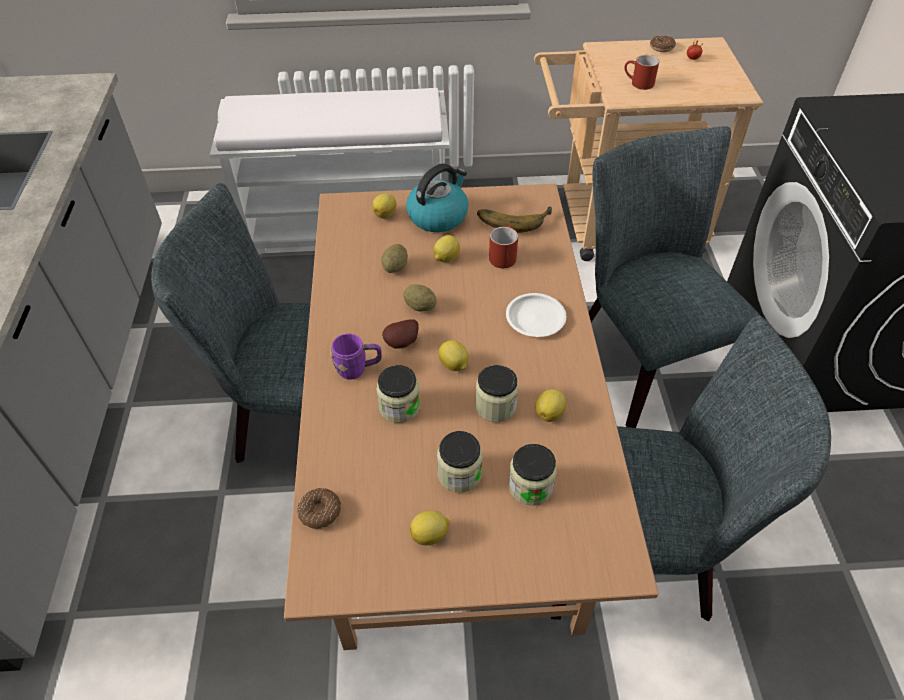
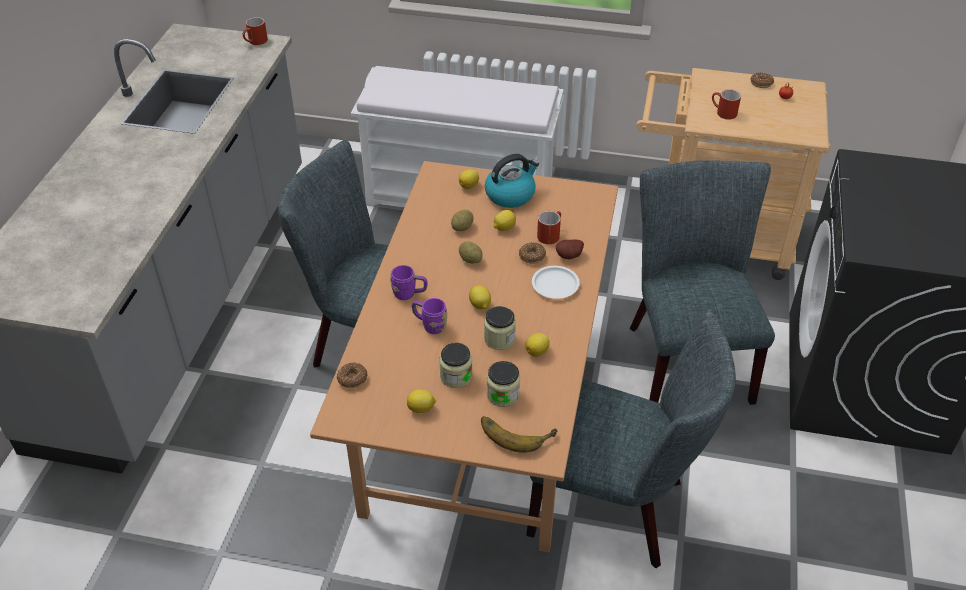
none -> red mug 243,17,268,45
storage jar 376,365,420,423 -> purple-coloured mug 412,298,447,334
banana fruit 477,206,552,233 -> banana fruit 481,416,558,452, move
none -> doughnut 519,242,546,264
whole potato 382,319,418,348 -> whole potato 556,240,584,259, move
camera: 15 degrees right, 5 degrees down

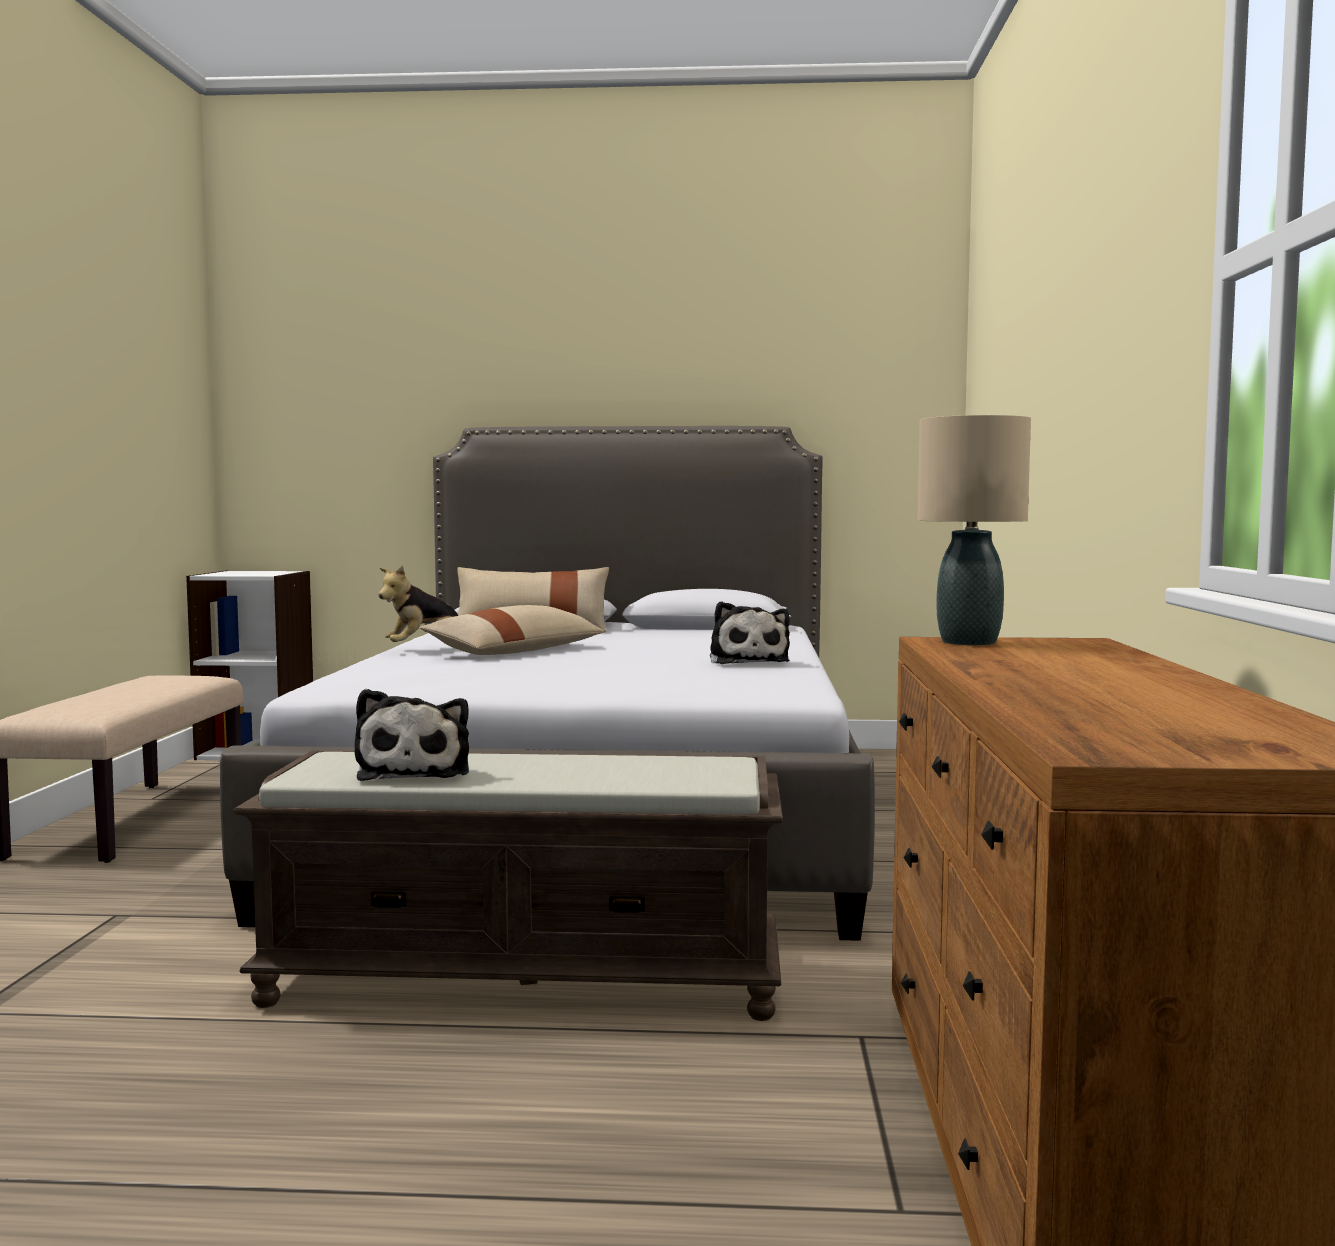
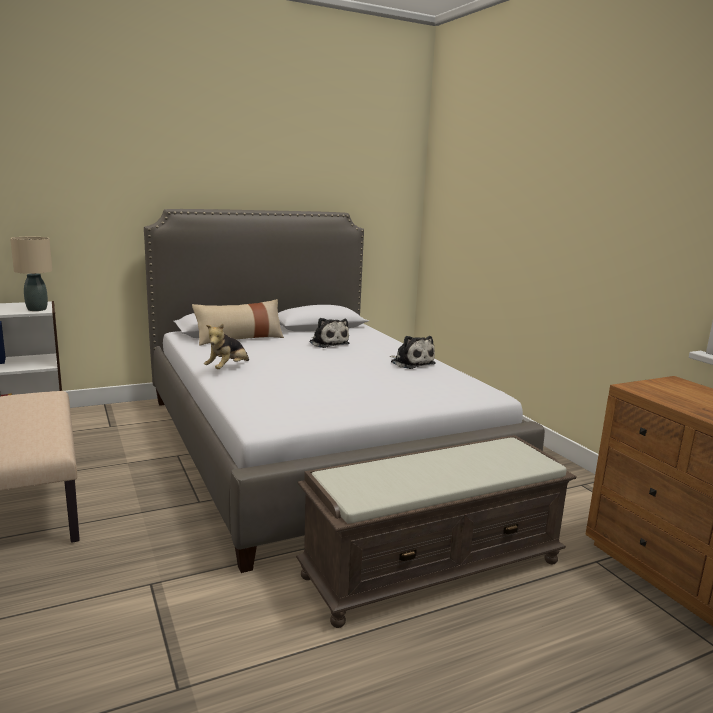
beige-coloured tabletop lamp 918,415,1031,646 -> beige-coloured tabletop lamp 10,237,52,311, move
cuddly toy 355,689,469,781 -> cuddly toy 309,318,349,348, move
beige-coloured throw pillow 420,605,605,655 -> none
camera: 30 degrees left, 10 degrees up

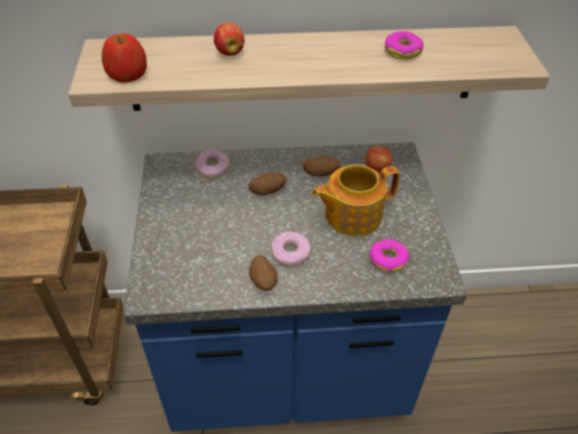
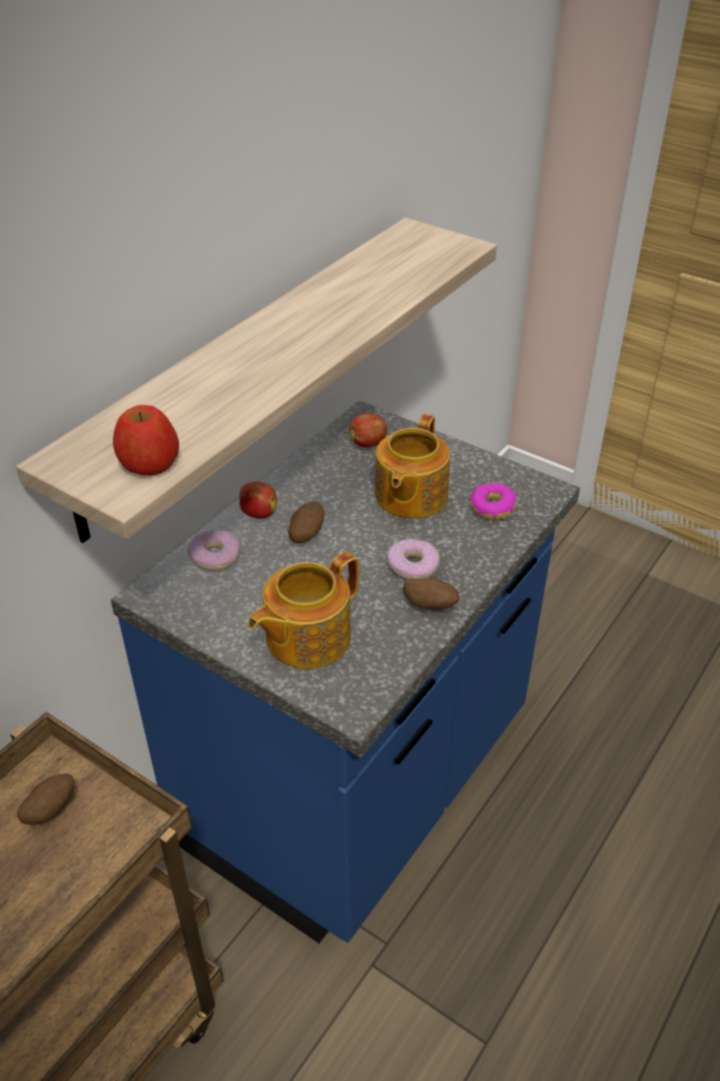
whole potato 303,156,341,177 -> whole potato 17,774,75,825, move
apple fruit 214,23,245,56 -> apple fruit 239,481,277,519, move
none -> pot for tea 248,551,359,669
doughnut 385,31,424,60 -> none
camera: 50 degrees left, 5 degrees down

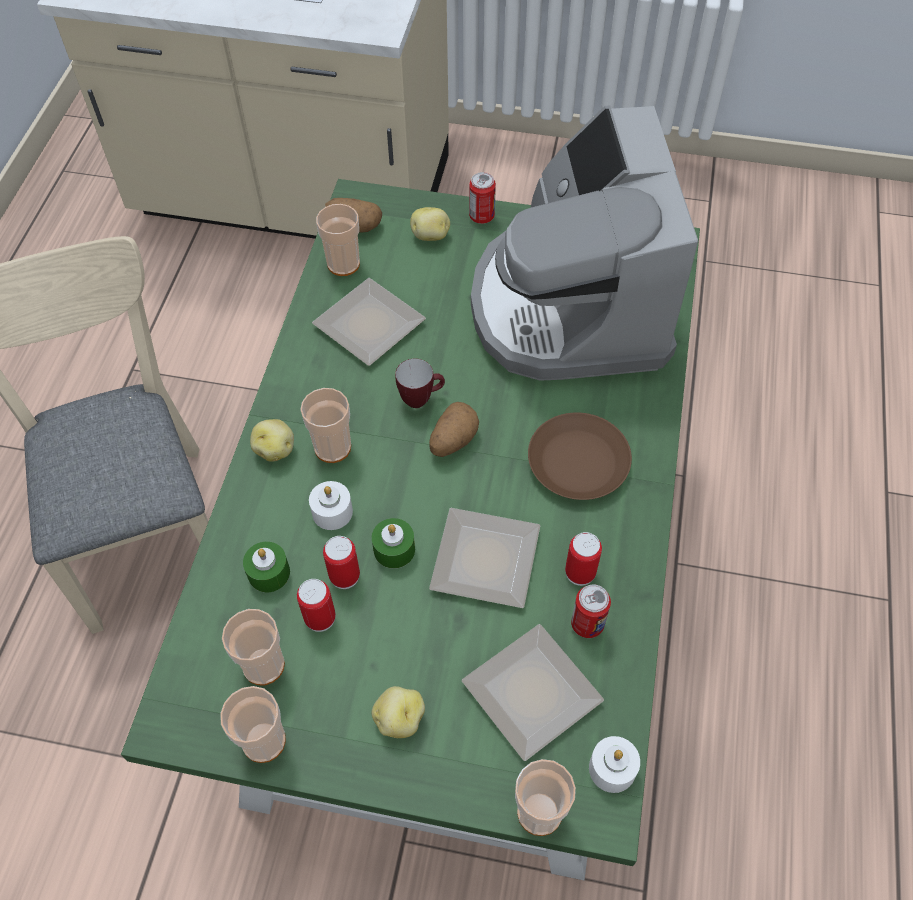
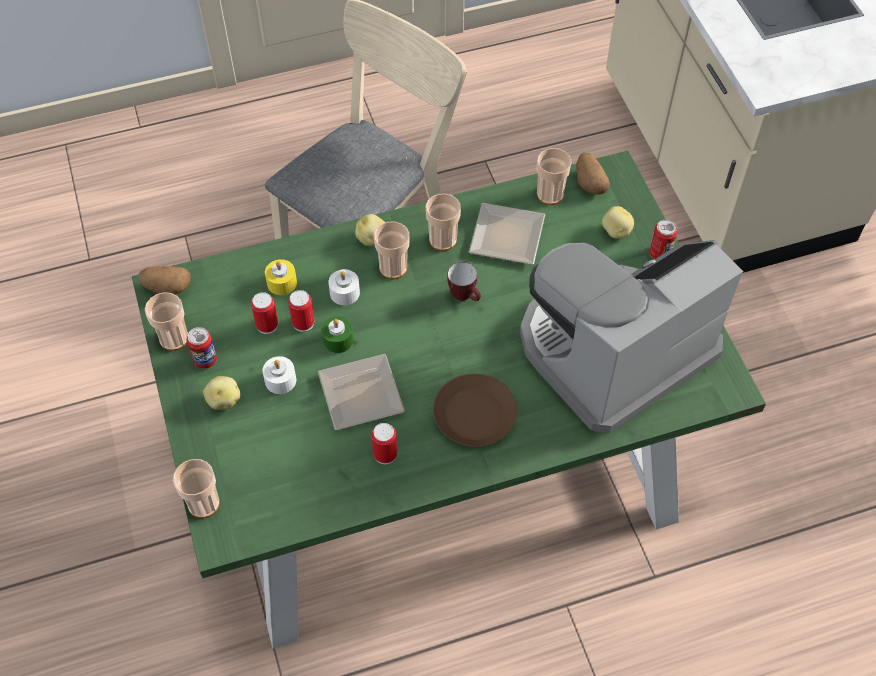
whole potato 429,402,479,457 -> whole potato 139,266,191,294, move
can 571,585,611,638 -> can 187,327,217,369, move
whitish candle 589,736,640,793 -> whitish candle 263,356,296,394, move
green-coloured candle 243,542,290,592 -> yellow candle 265,259,297,295
cup 222,609,285,685 -> cup 426,194,461,251, move
dinner plate 462,624,604,761 -> none
camera: 60 degrees right, 0 degrees up

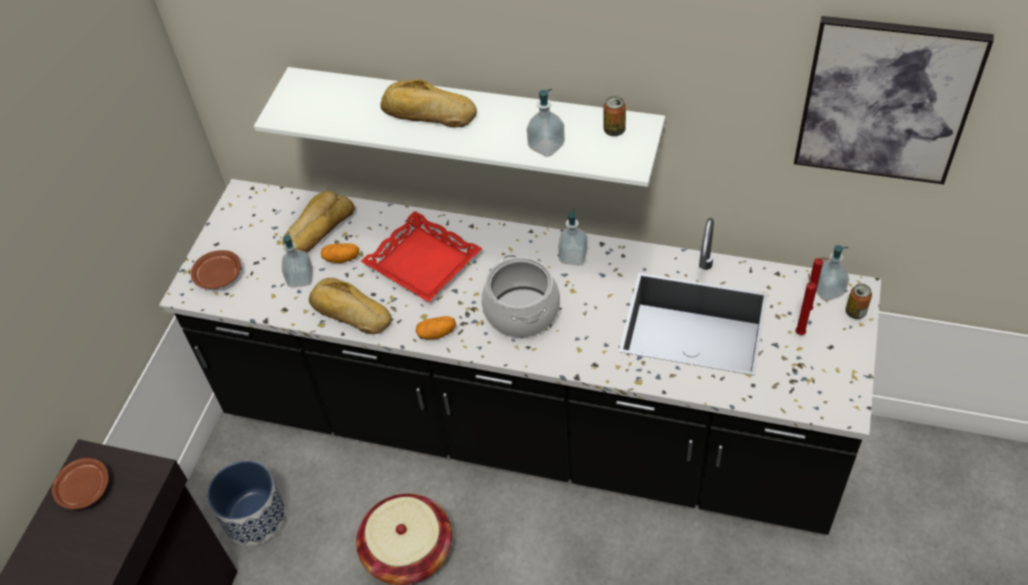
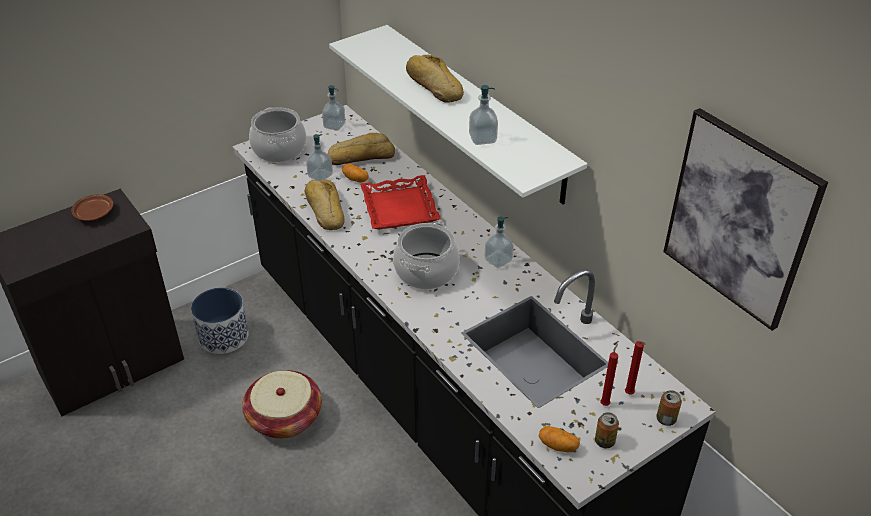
brown-coloured dinner plate 191,250,241,289 -> saucepot 249,107,306,162
soap dispenser 816,245,849,301 -> soap dispenser 322,85,345,130, move
whole potato 416,316,456,340 -> whole potato 539,426,580,452, move
can 603,96,626,136 -> can 595,412,619,448, move
camera: 35 degrees right, 10 degrees down

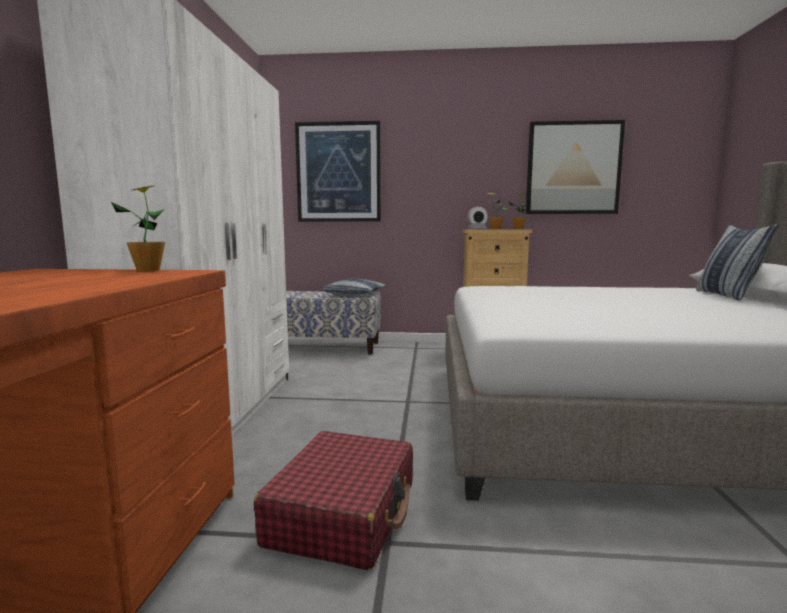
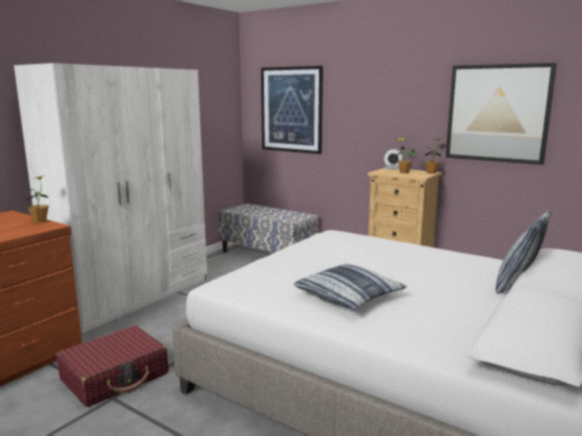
throw pillow 322,279,386,296 -> throw pillow 294,264,407,310, move
camera: 30 degrees right, 5 degrees up

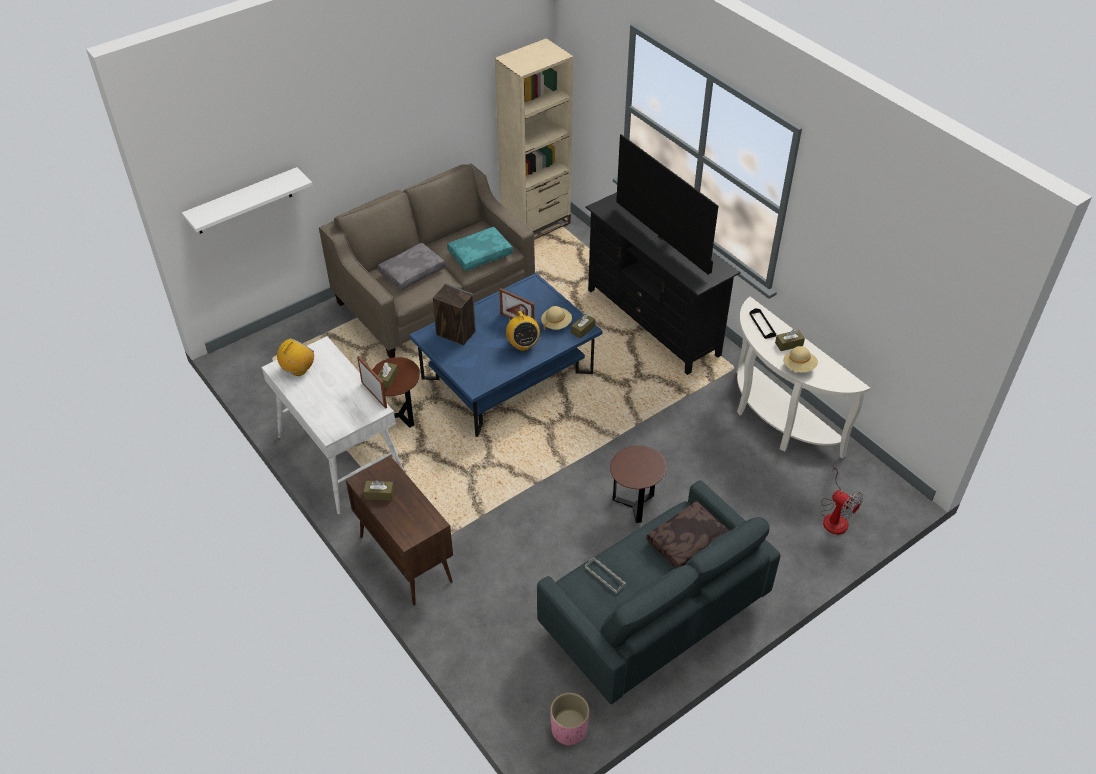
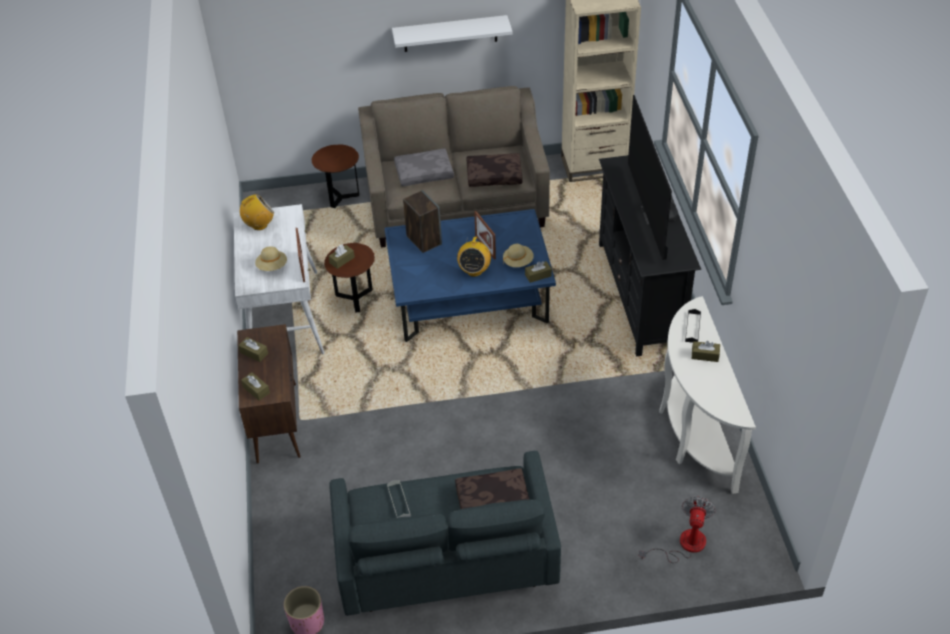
none -> brown-coloured tissue holder 241,372,270,401
beige-coloured wearable hat 783,346,818,372 -> beige-coloured wearable hat 255,246,287,271, move
brown-coloured end table 610,446,667,523 -> brown-coloured end table 312,145,359,208, move
whitish shelf 182,167,313,234 -> whitish shelf 392,15,512,52, move
turquoise throw pillow 447,227,513,271 -> brown-coloured throw pillow 467,153,523,187
cooling fan 820,463,863,534 -> cooling fan 639,497,716,563, 150 degrees counterclockwise
camera: 30 degrees right, 0 degrees up

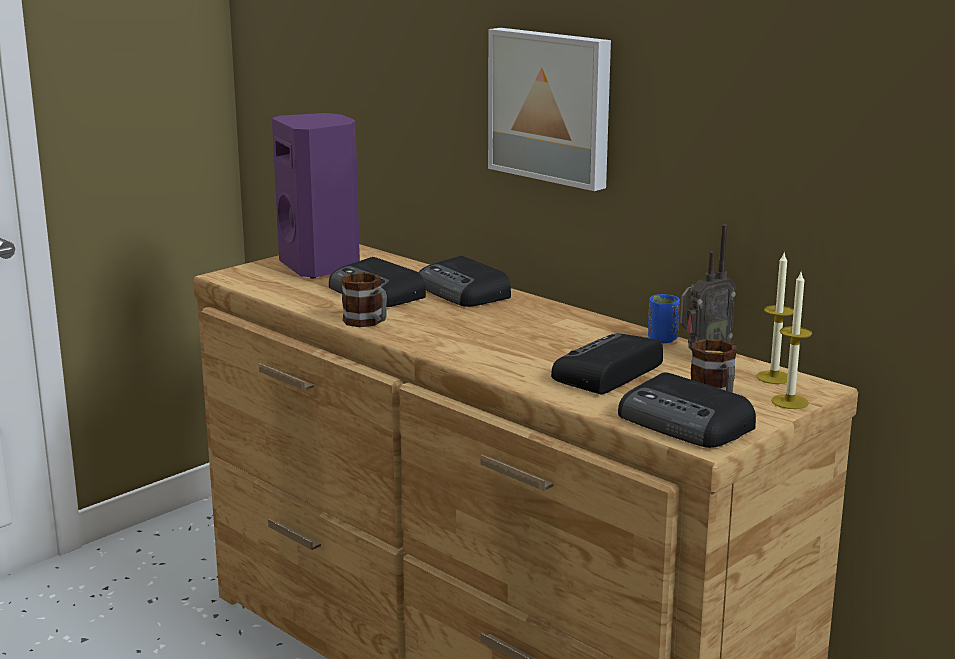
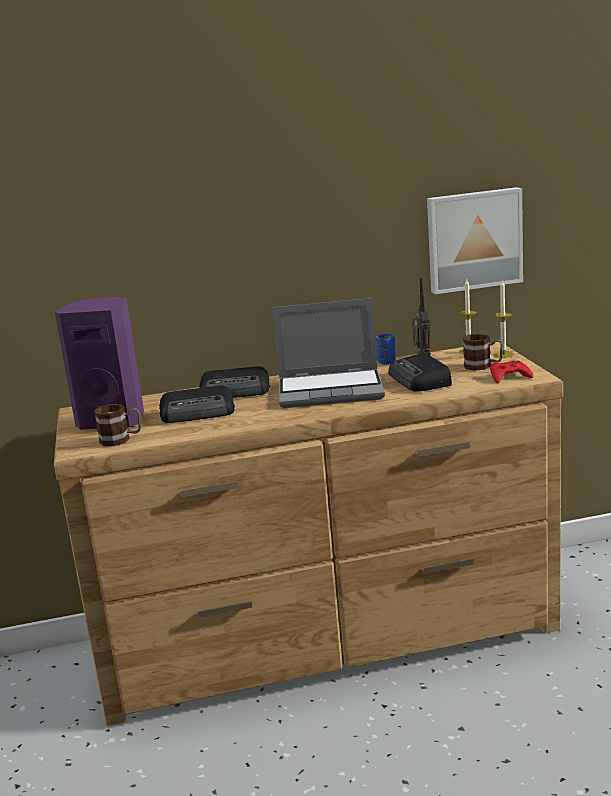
mug 341,272,387,327 -> mug 94,404,141,446, move
none -> laptop 272,298,385,408
wall picture 488,28,611,191 -> wall picture 427,187,523,294, move
radio set 618,372,756,448 -> red game controller 490,360,533,383
camera: 55 degrees left, 0 degrees up

